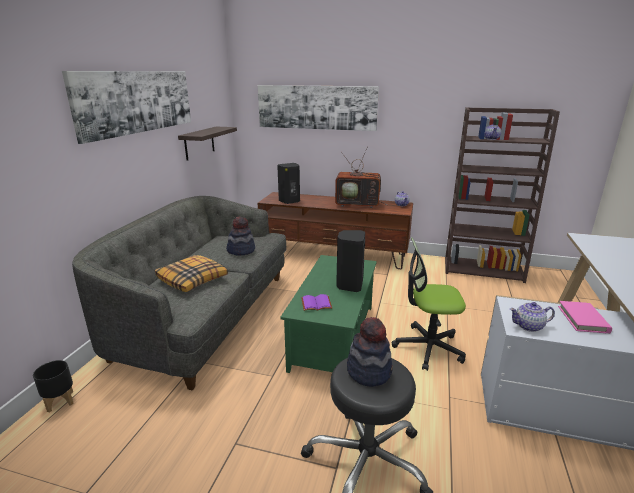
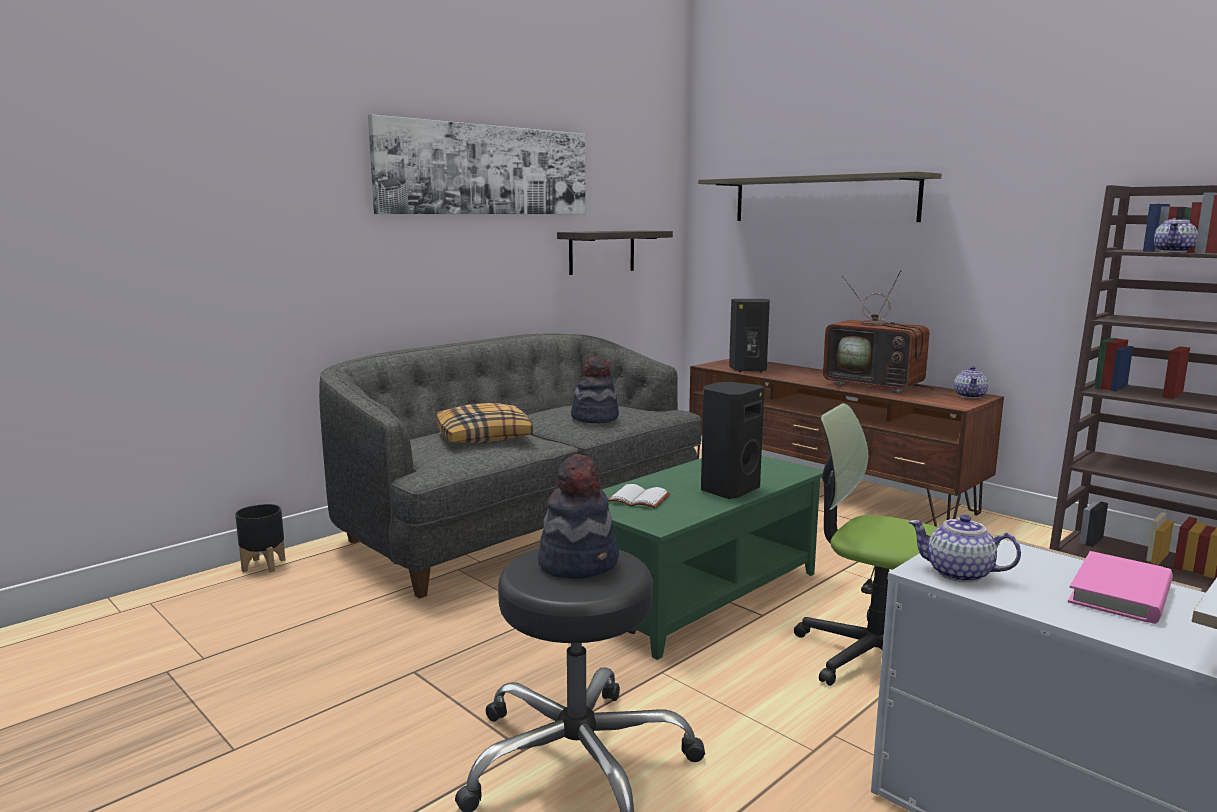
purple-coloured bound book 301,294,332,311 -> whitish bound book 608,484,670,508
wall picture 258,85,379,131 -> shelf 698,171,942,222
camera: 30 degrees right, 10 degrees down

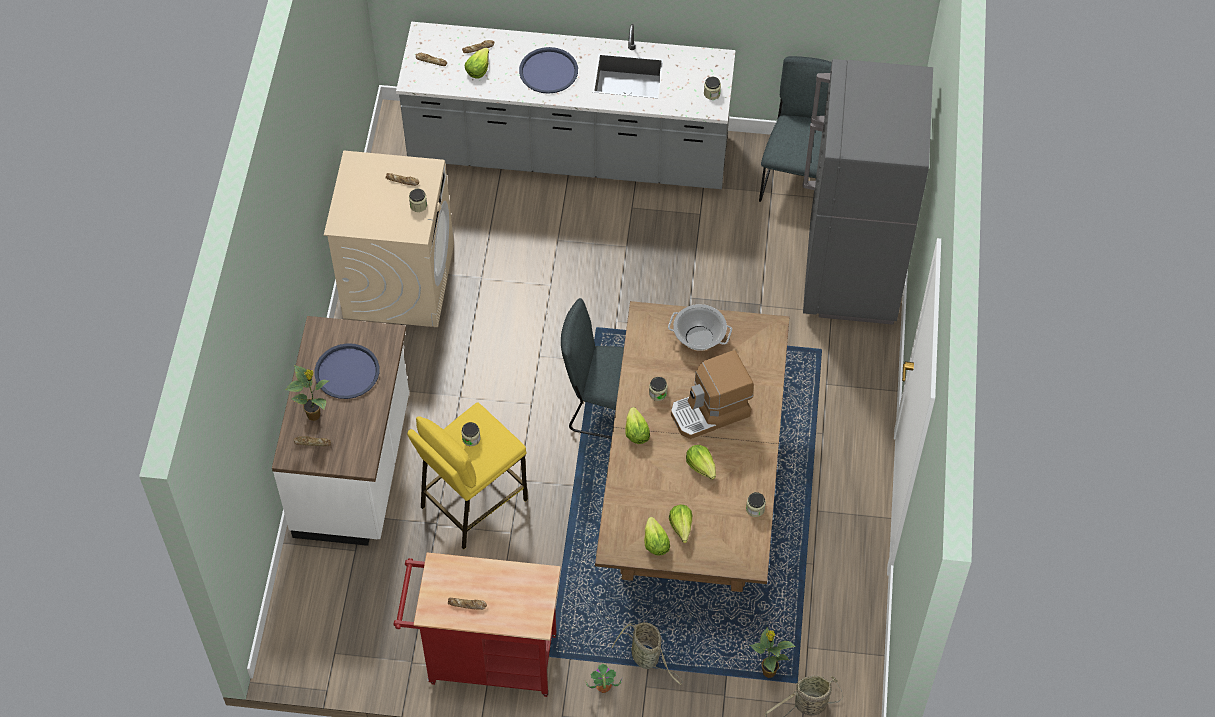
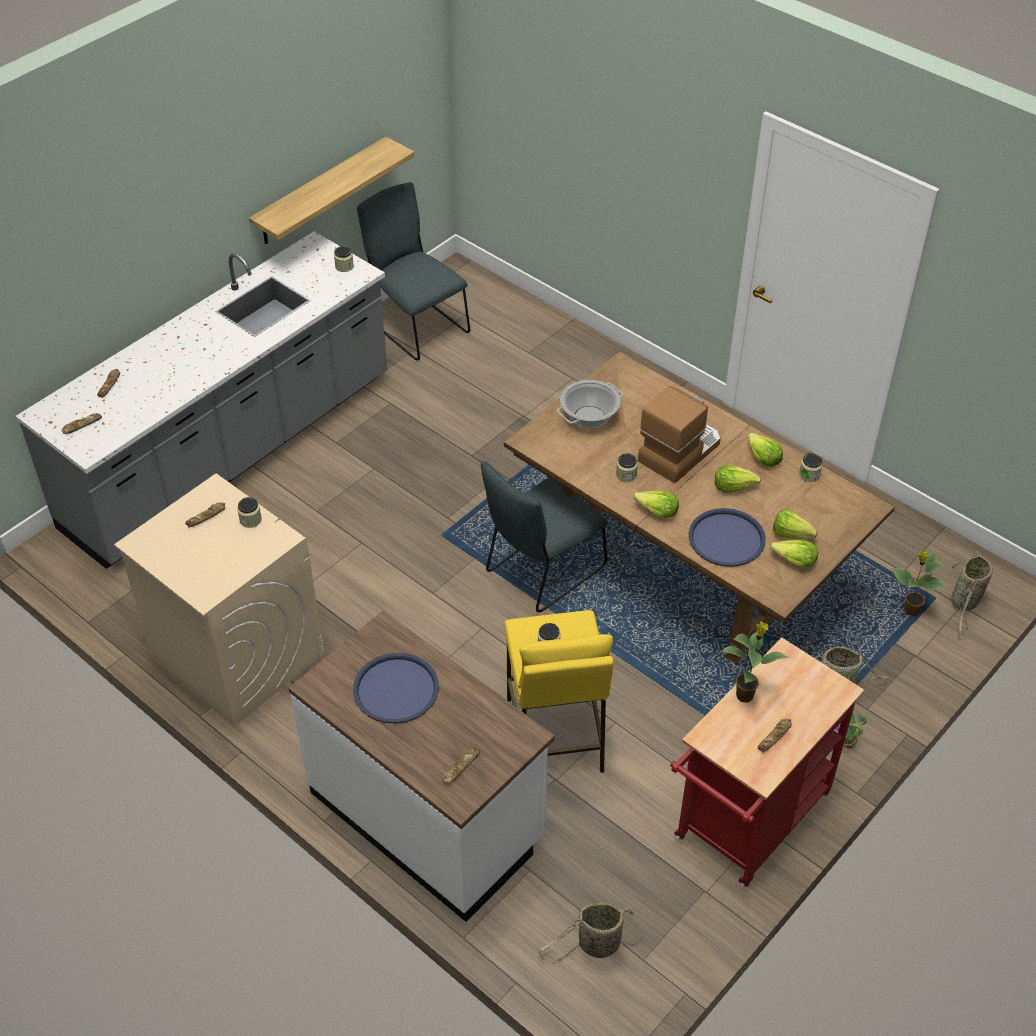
none -> shelf 249,136,415,244
none -> household basket 538,902,642,962
coffee brewer 671,350,754,439 -> coffee brewer 638,386,721,483, 150 degrees counterclockwise
bluish carrying tray 519,47,578,94 -> bluish carrying tray 689,508,766,567, move
plant in a pot 285,365,329,421 -> plant in a pot 720,622,789,703, move
head of lettuce 465,48,489,79 -> head of lettuce 748,433,783,467, move
grey refrigerator 803,59,933,325 -> none
camera: 55 degrees left, 10 degrees down

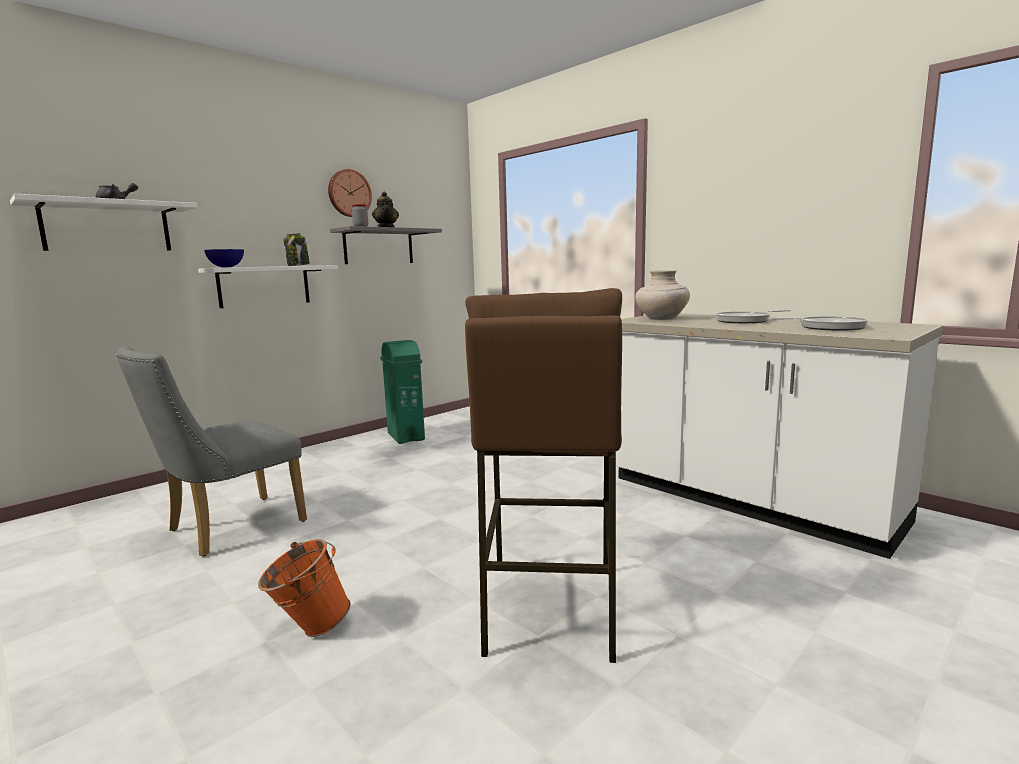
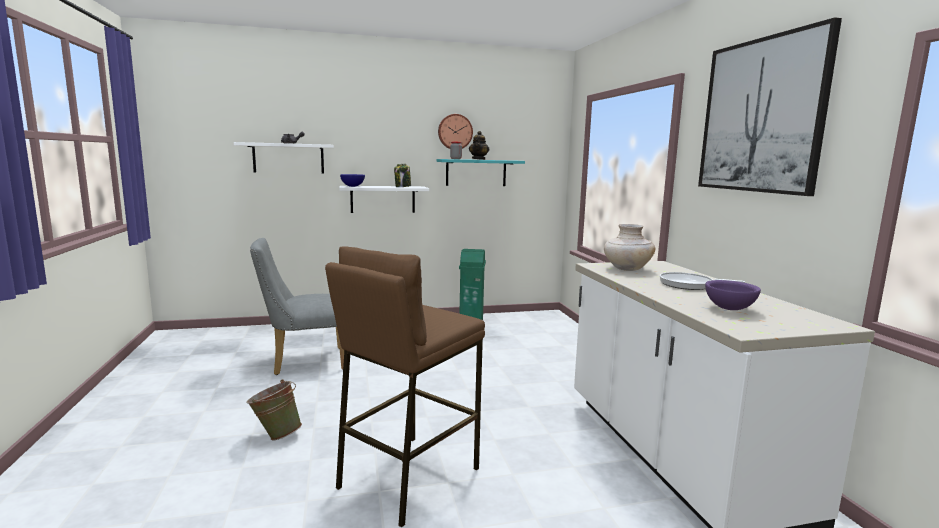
orange-coloured bucket 258,539,351,637 -> green-coloured bucket 247,379,302,441
grey shelf 330,226,442,264 -> turquoise shelf 436,159,525,186
none -> wall picture 698,17,842,196
skillet 768,316,868,330 -> purple-coloured serving bowl 705,280,761,310
camera: 30 degrees right, 0 degrees up

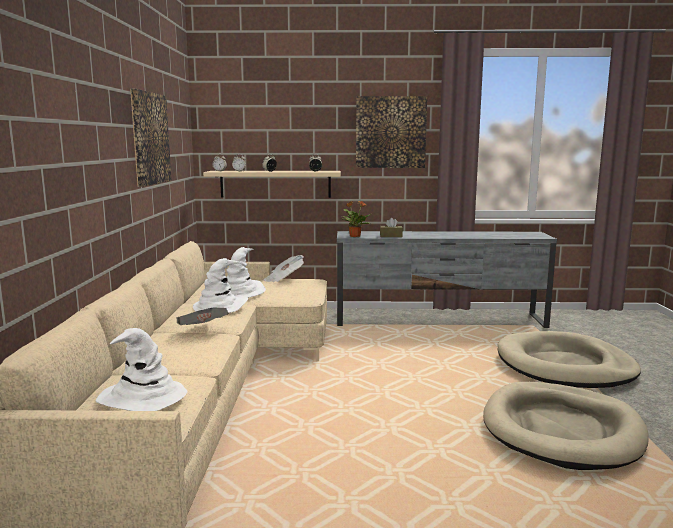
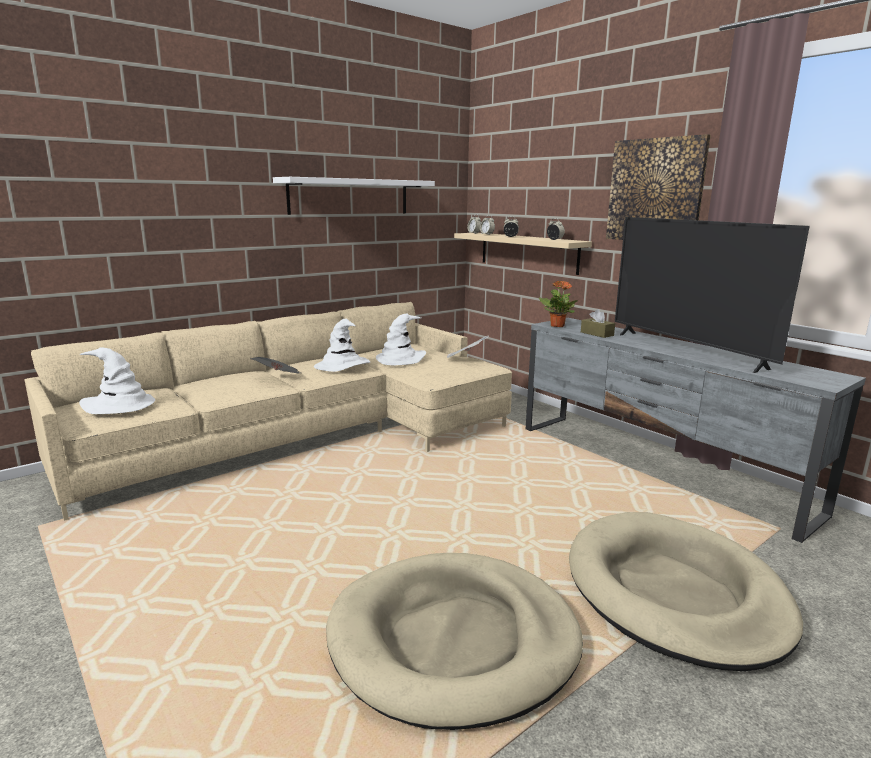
wall picture 130,89,171,187 -> whitish shelf 273,177,435,215
none -> TV set 615,217,810,373
camera: 50 degrees right, 5 degrees up

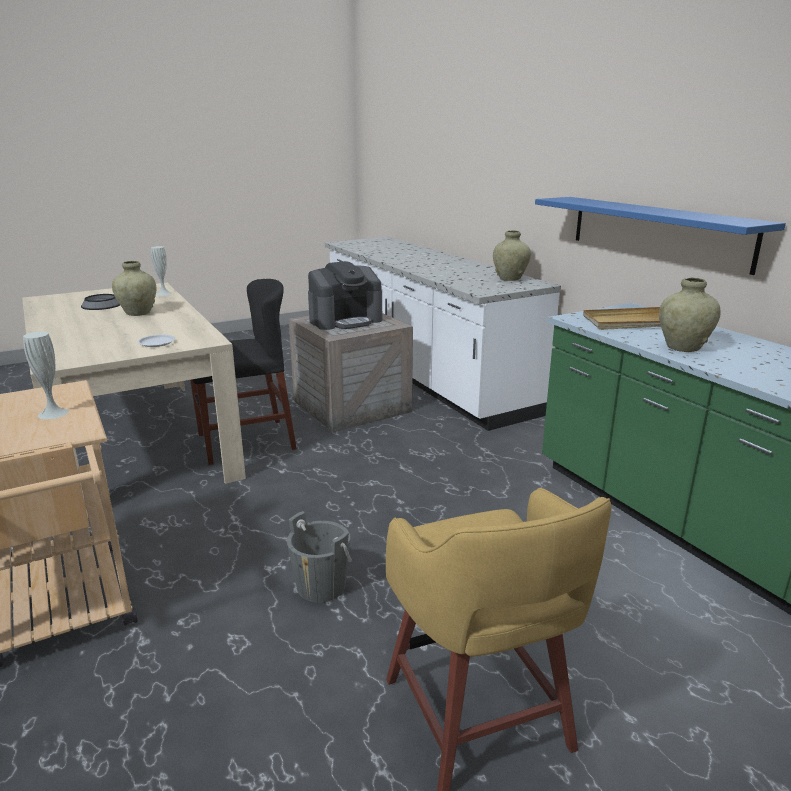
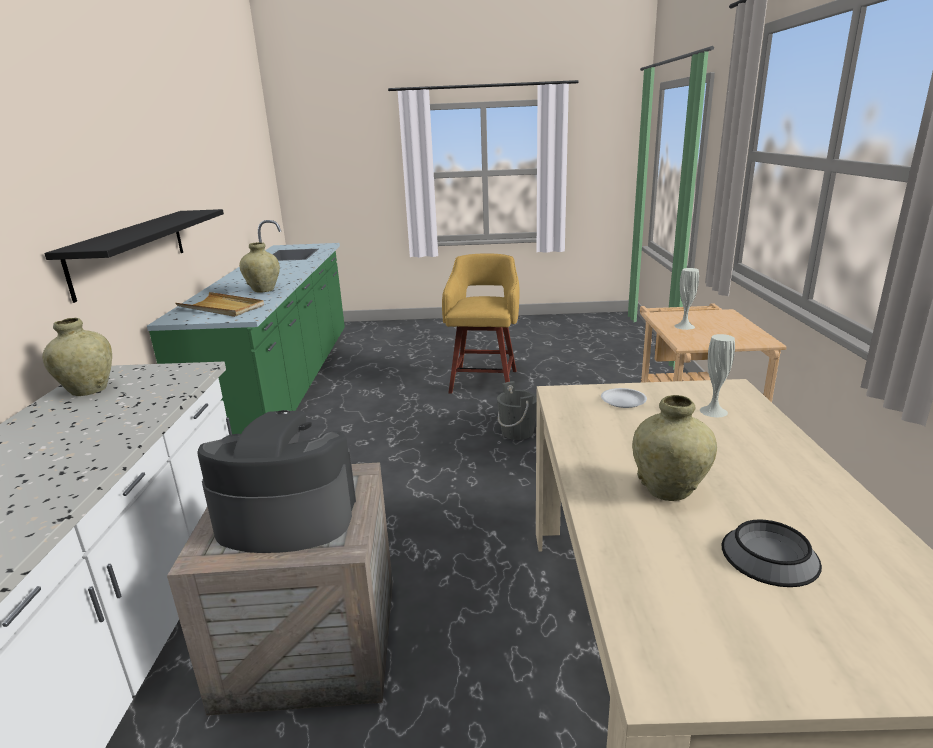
bluish shelf 535,197,786,275 -> black-coloured shelf 44,209,224,303
whitish decorative vase 151,246,172,296 -> whitish decorative vase 700,334,735,417, move
black-coloured plain chair 190,279,297,465 -> none
camera: 150 degrees left, 0 degrees up

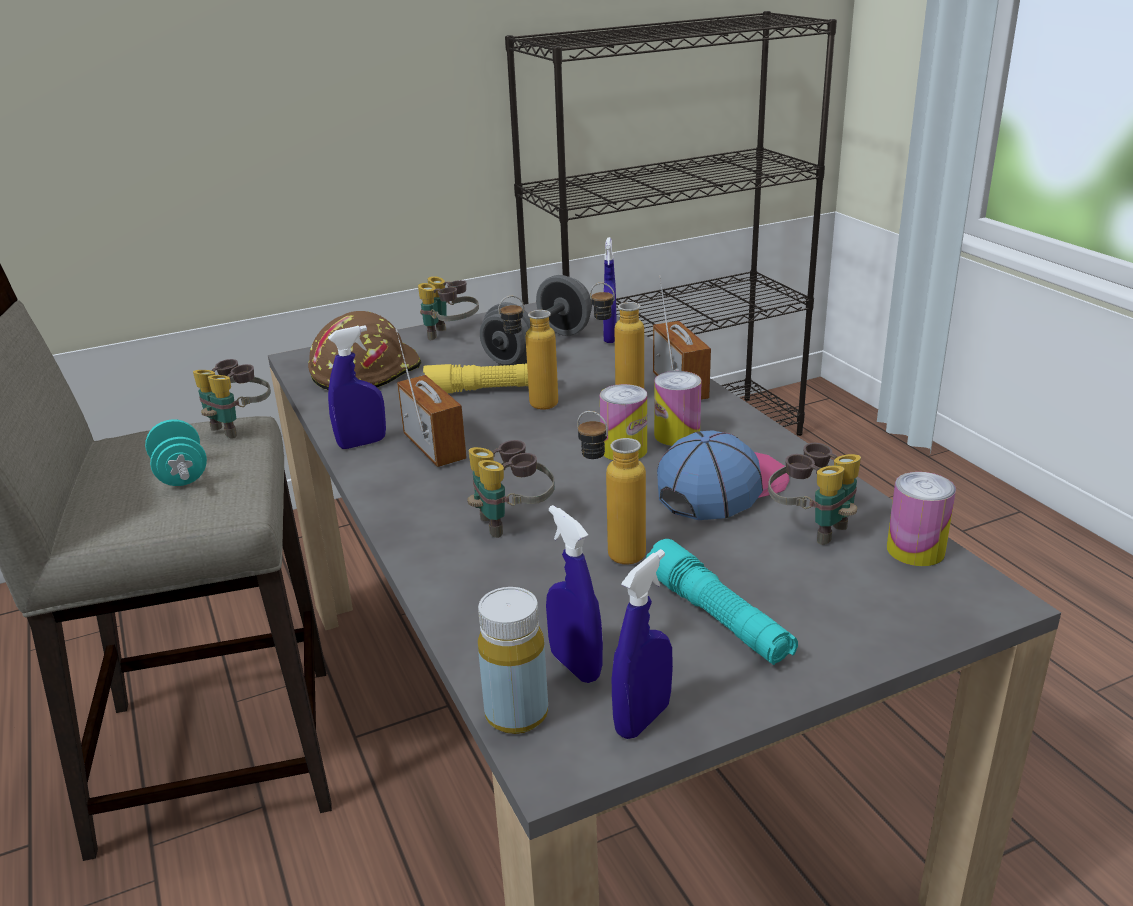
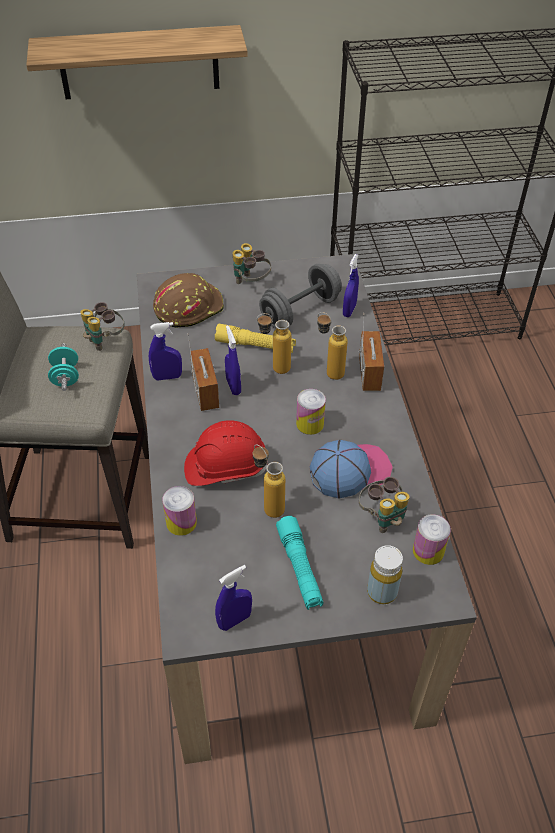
none -> shelf 26,25,248,99
can 654,371,702,446 -> can 162,486,197,536, move
pair of binoculars 467,440,555,538 -> red work helmet 184,420,268,486
bluish sprayer 546,505,603,683 -> bluish sprayer 225,325,241,395, move
yellow drink bottle 478,587,548,734 -> yellow drink bottle 367,545,403,604, move
camera: 15 degrees right, 20 degrees up

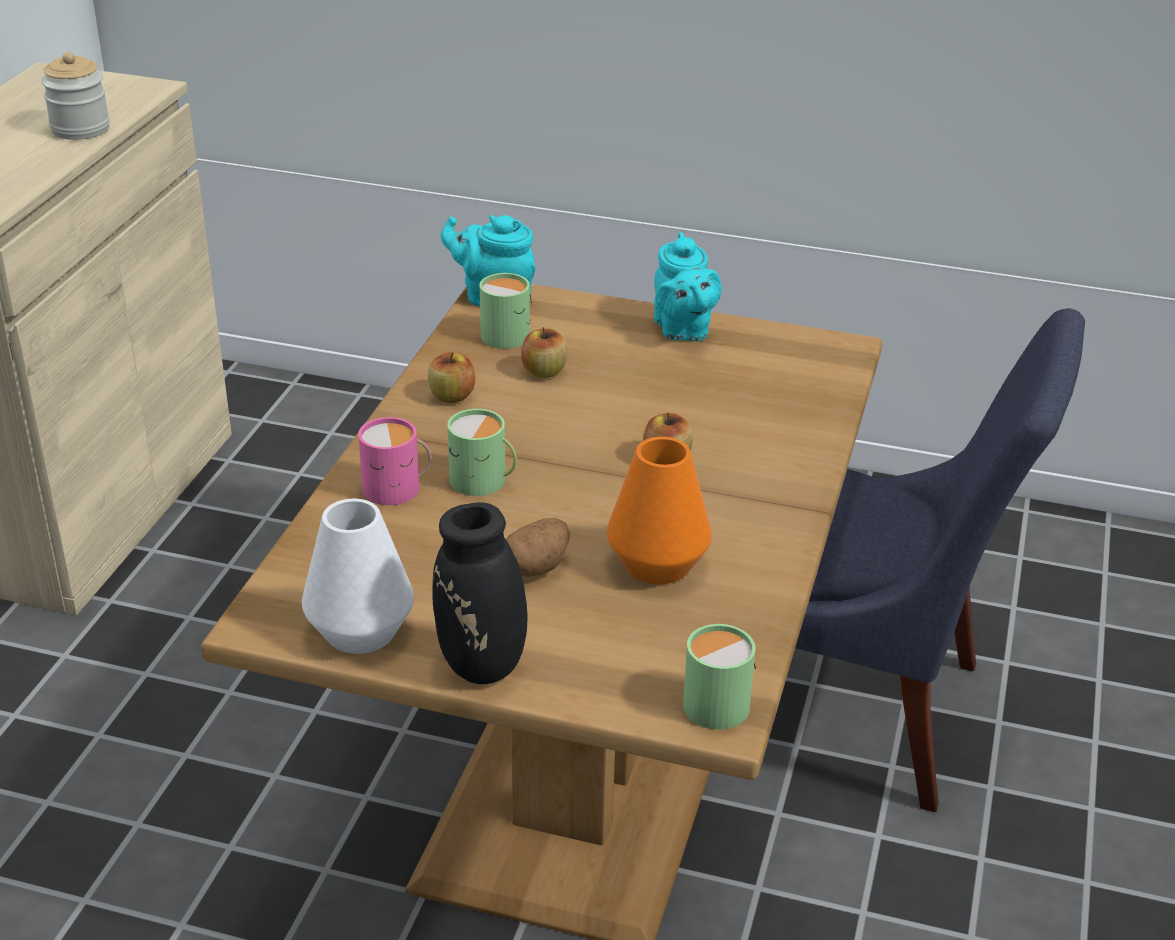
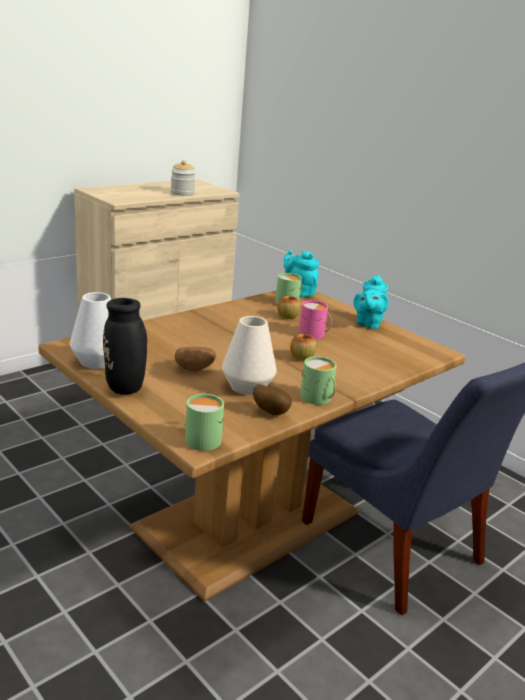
orange-coloured decorative vase 607,437,712,584 -> whitish decorative vase 222,316,277,395
none -> whole potato 253,384,292,415
pink mug 358,417,432,505 -> pink mug 299,300,332,339, move
green-coloured mug 447,409,517,496 -> green-coloured mug 300,356,337,405, move
apple fruit 428,352,475,403 -> none
camera: 30 degrees right, 10 degrees down

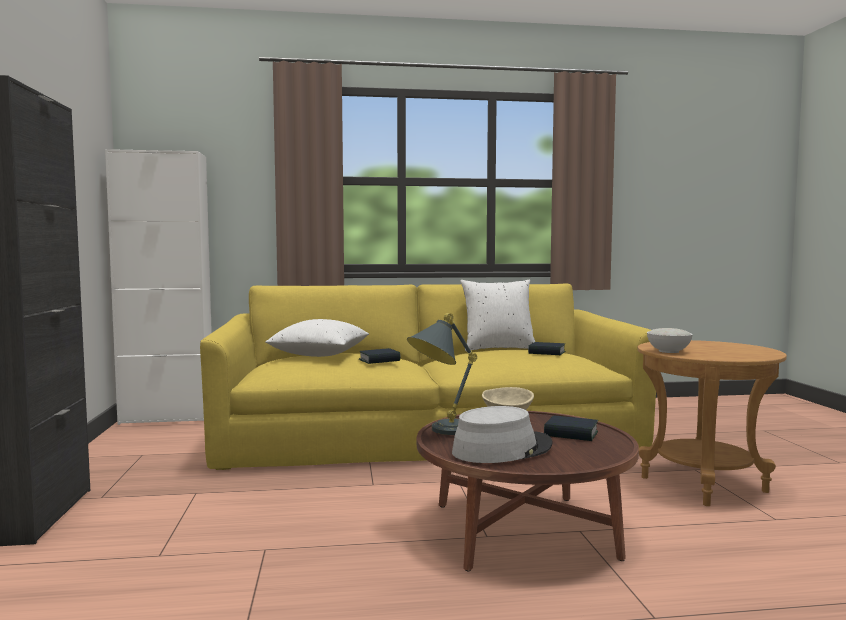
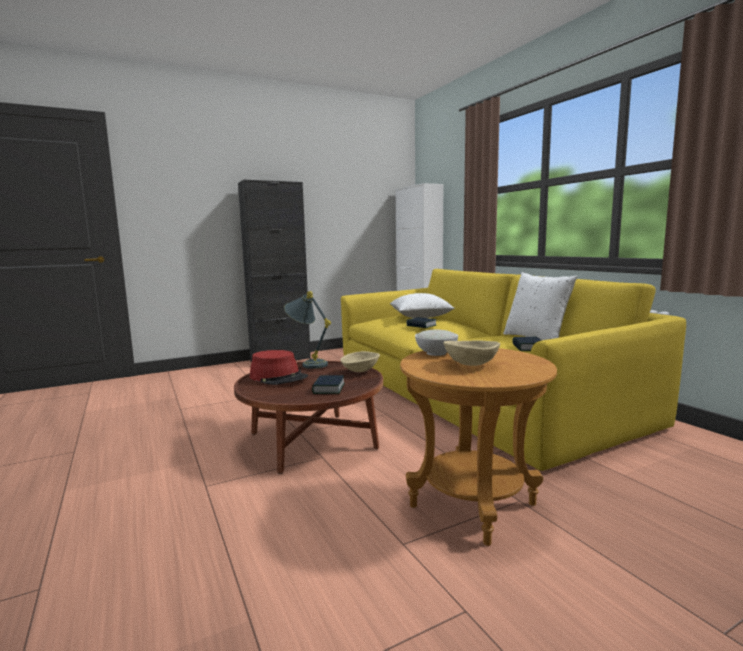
grey wearable hat 452,406,553,463 -> red wearable hat 250,350,308,385
none -> beige-coloured serving bowl 443,341,500,366
camera: 70 degrees right, 5 degrees up

